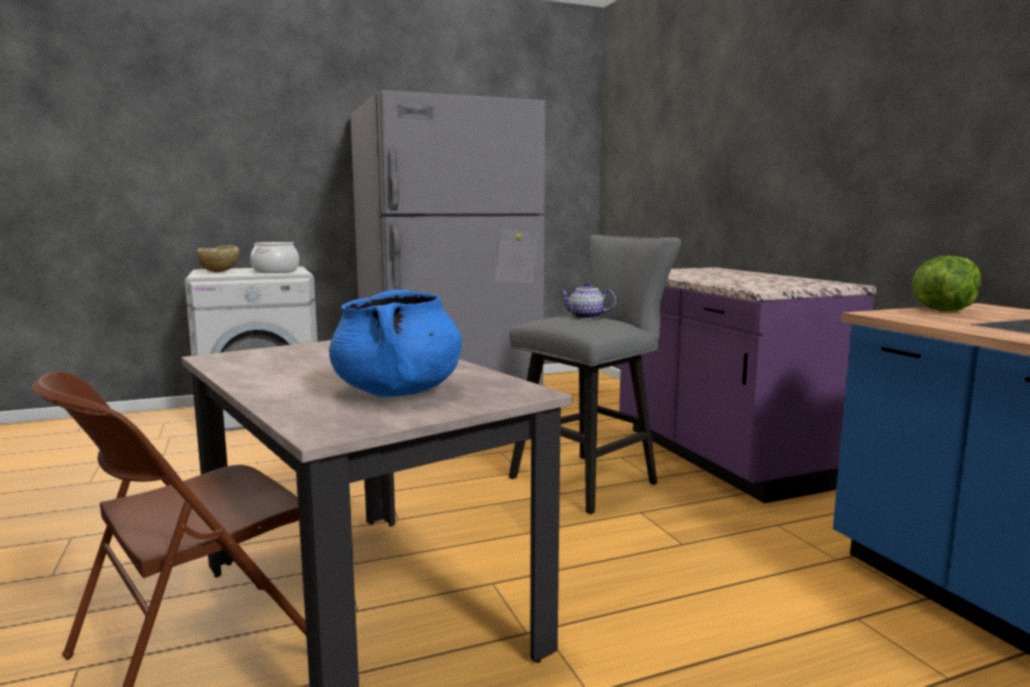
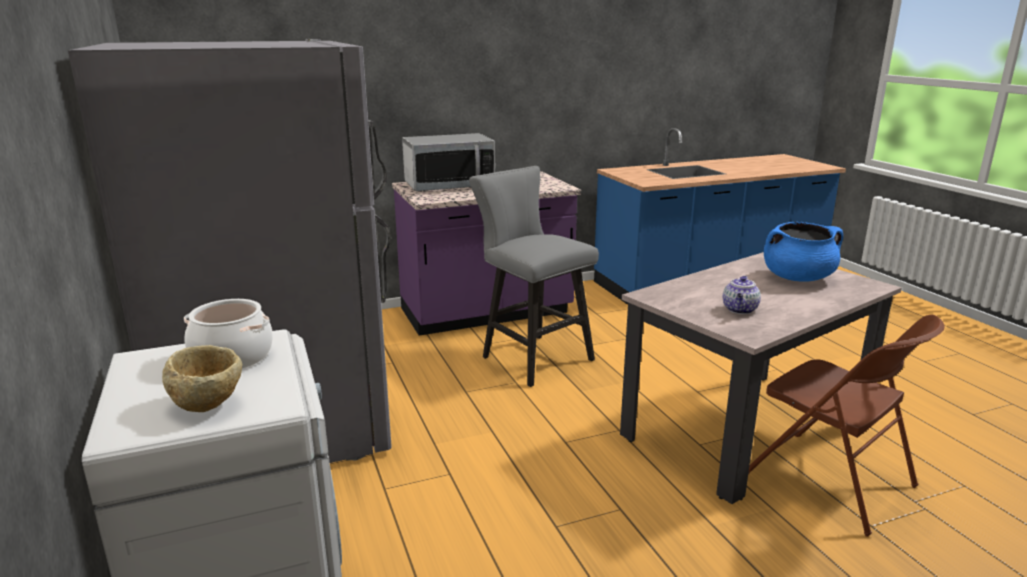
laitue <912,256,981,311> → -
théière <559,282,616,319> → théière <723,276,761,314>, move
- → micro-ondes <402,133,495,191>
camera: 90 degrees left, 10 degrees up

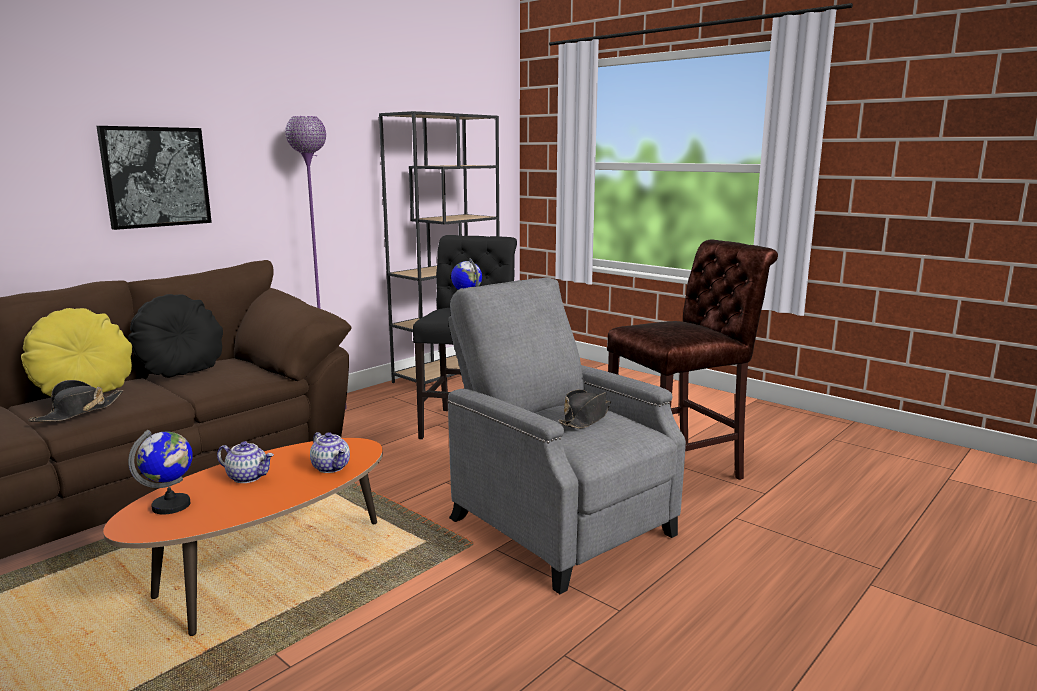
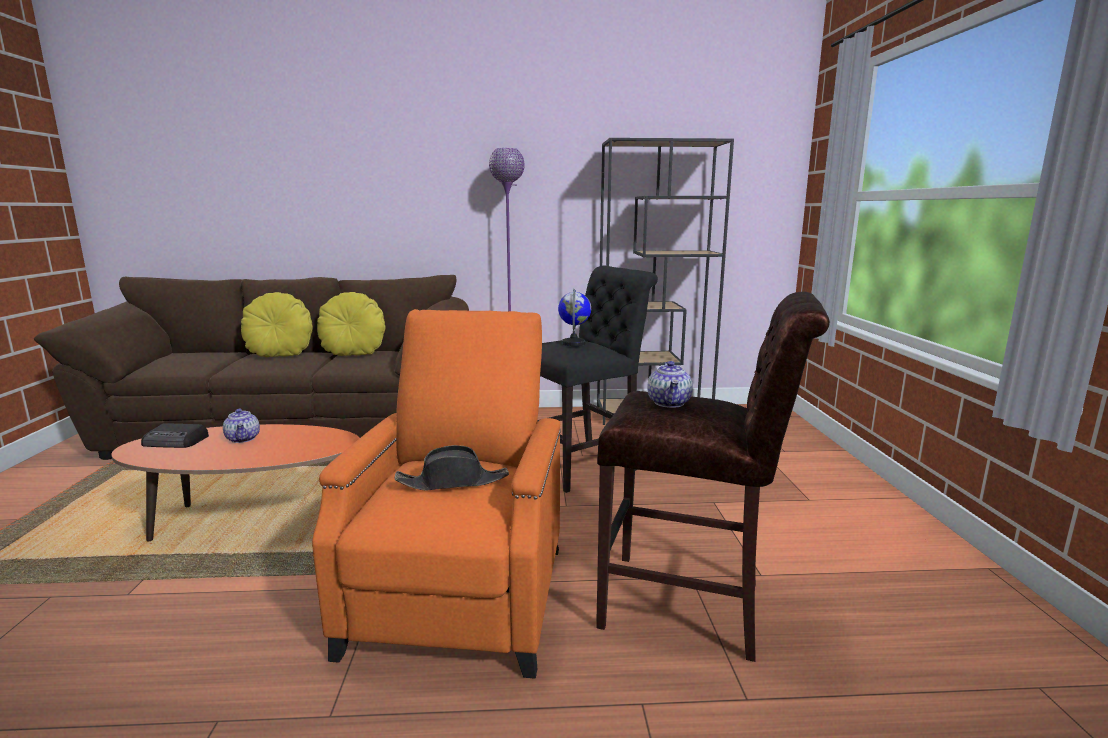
tableau <97,126,212,230> → -
fauteuil (gris) <448,277,686,594> → fauteuil (orange) <312,309,561,679>
coussin (noir) <128,294,223,378> → coussin (jaune) <317,292,385,356>
chapeau (noir) <28,380,123,422> → -
globe <128,430,193,514> → radio <141,423,209,448>
théière <310,432,350,473> → théière <647,361,693,408>, move
camera: 45 degrees right, 0 degrees up

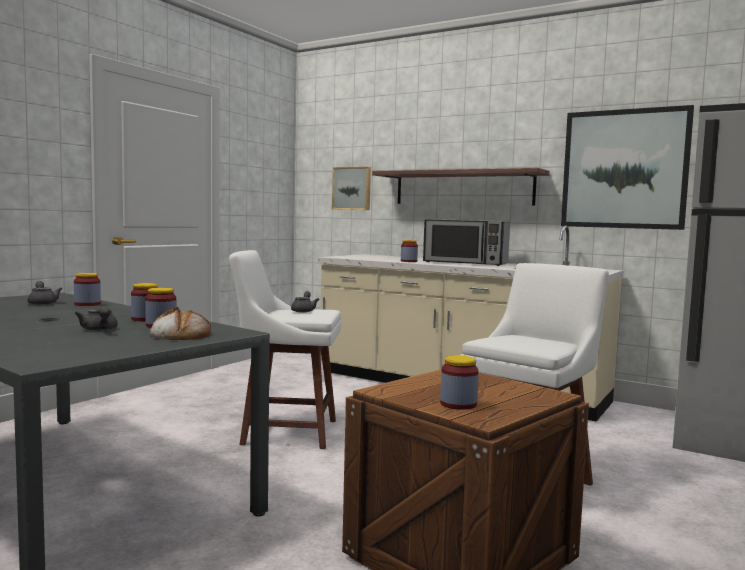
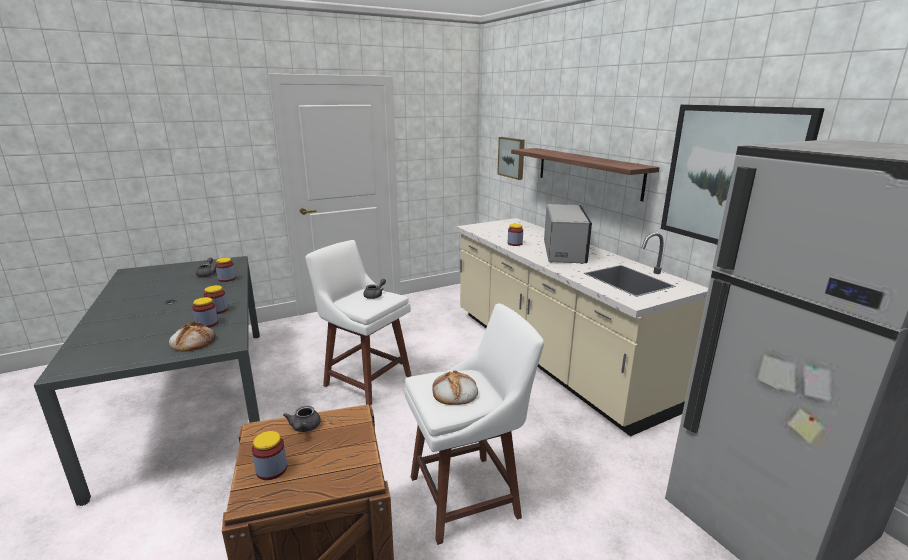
micro-ondes <423,219,510,266> → micro-ondes <544,204,592,264>, 135 degrees counterclockwise
théière (gris) <75,307,118,331> → théière (gris) <283,406,321,432>, move
- → pain <432,371,478,405>
camera: 30 degrees right, 15 degrees up

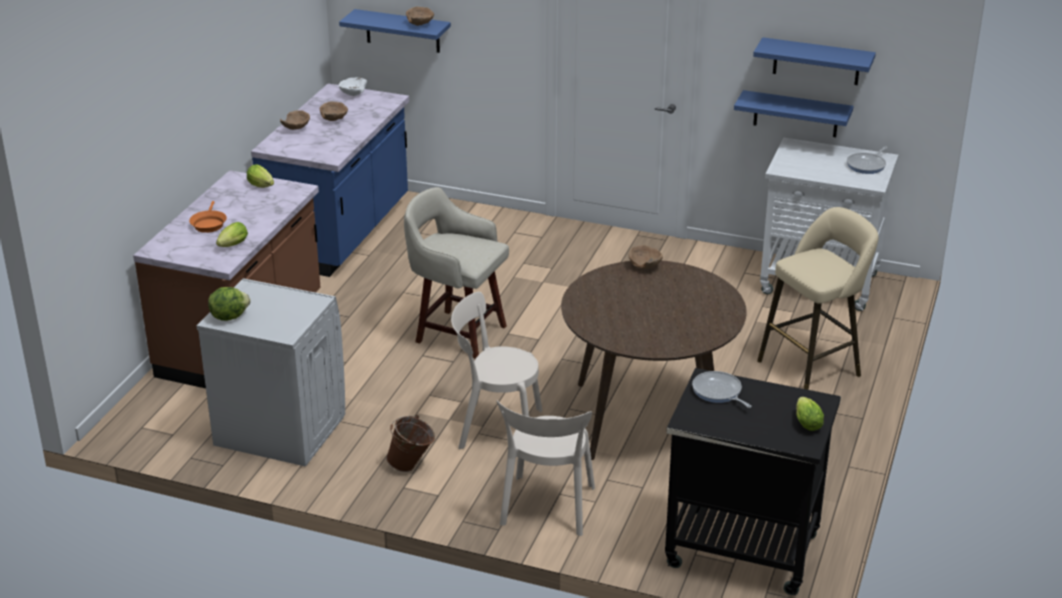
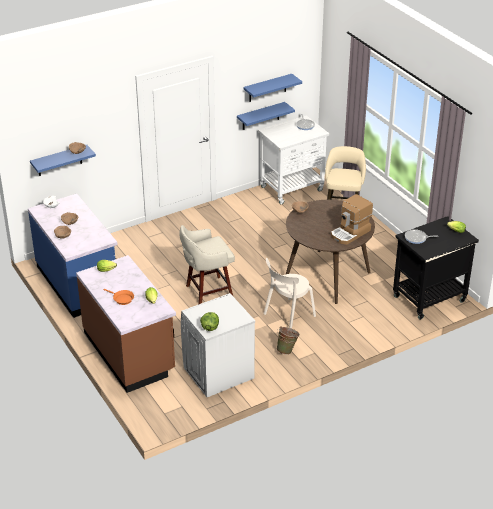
chaise (beige) <496,400,595,536> → -
seau (marron) <386,415,435,472> → seau (vert) <276,326,300,355>
- → machine à café <331,194,373,245>
camera: 50 degrees left, 5 degrees up

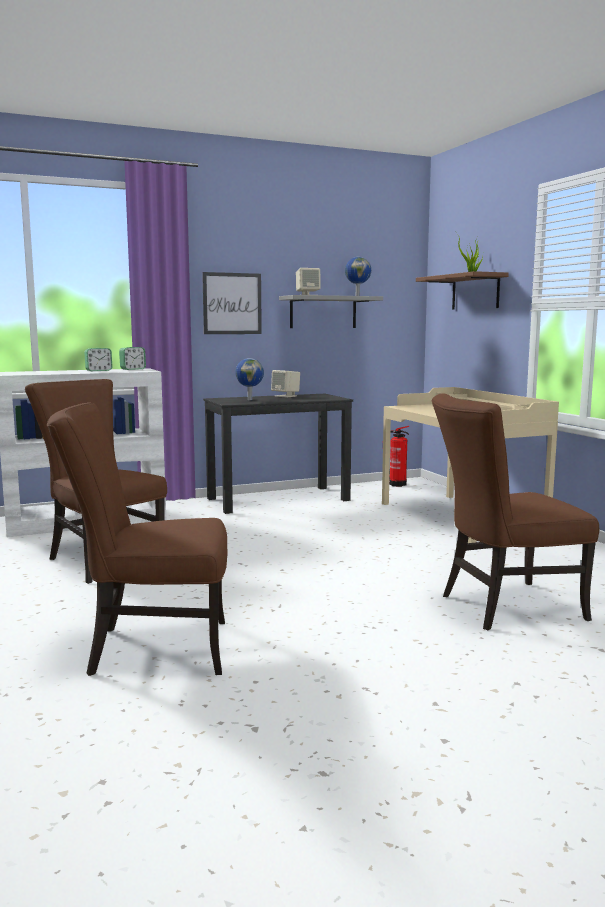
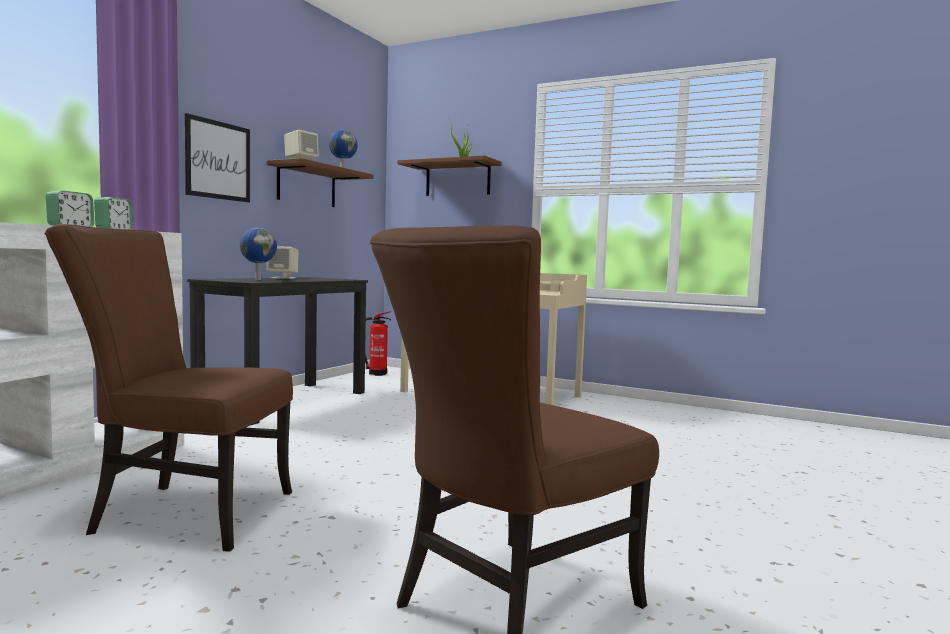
étagère (gris) <279,295,383,328> → étagère (marron) <267,158,374,207>
chaise (marron) <431,393,599,630> → -
camera: 40 degrees left, 5 degrees down

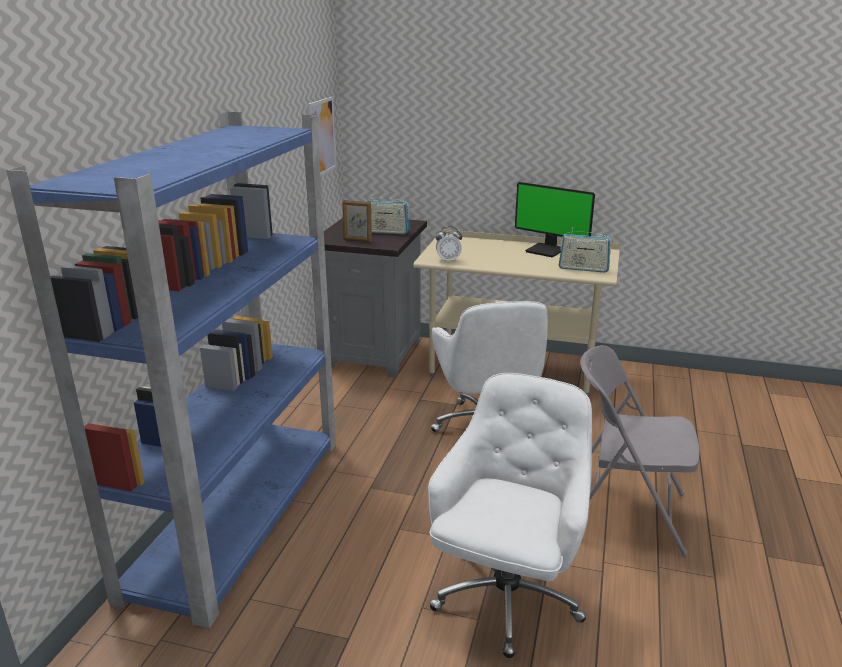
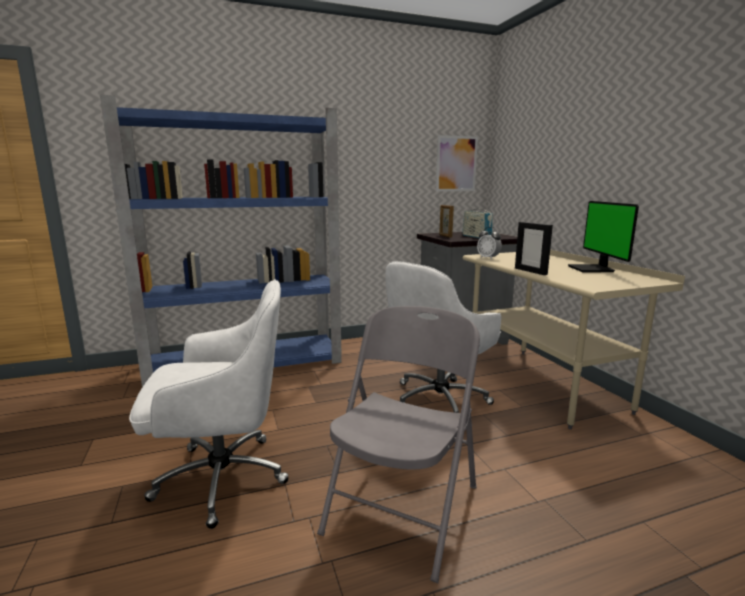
radio <559,228,612,273> → -
chaise (gris) <580,345,700,557> → chaise (gris) <317,306,480,583>, 45 degrees clockwise
- → cadre photo <515,222,553,275>
camera: 55 degrees right, 10 degrees down

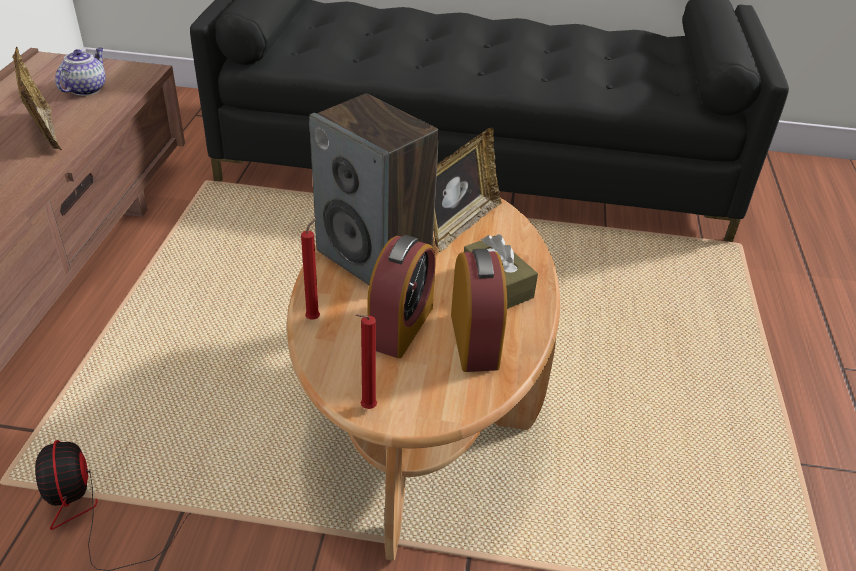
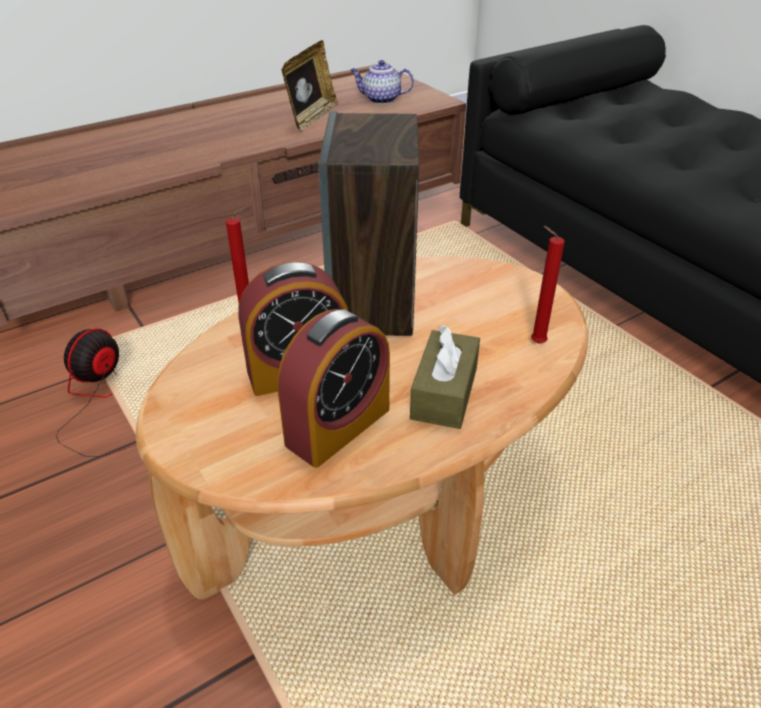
théière <55,47,105,96> → théière <350,60,414,104>, 150 degrees counterclockwise
cadre photo <433,127,502,252> → -
bougie (rouge) <356,314,377,409> → bougie (rouge) <531,226,565,343>, move
camera: 50 degrees right, 0 degrees up

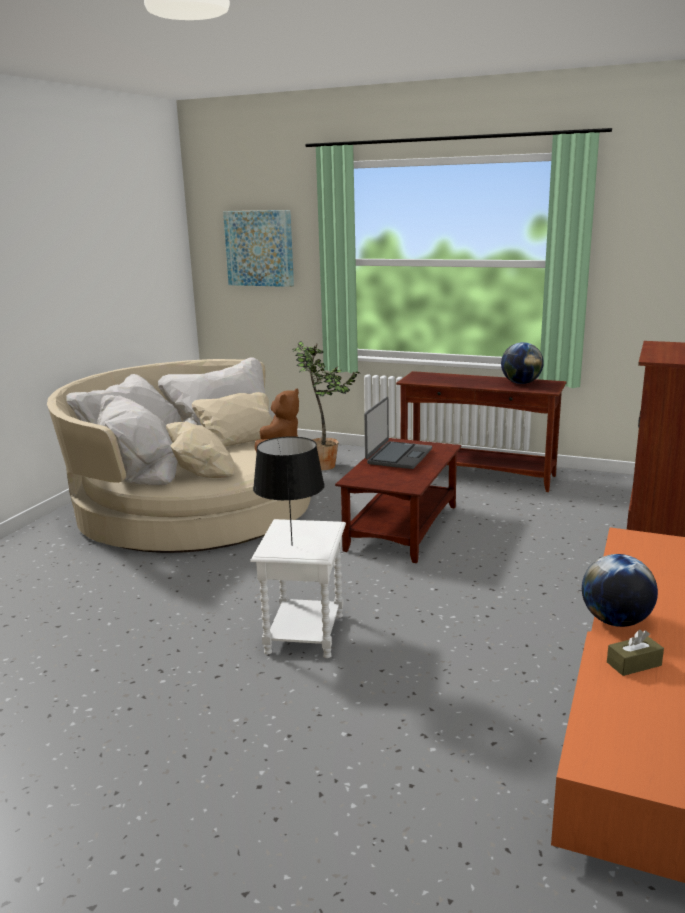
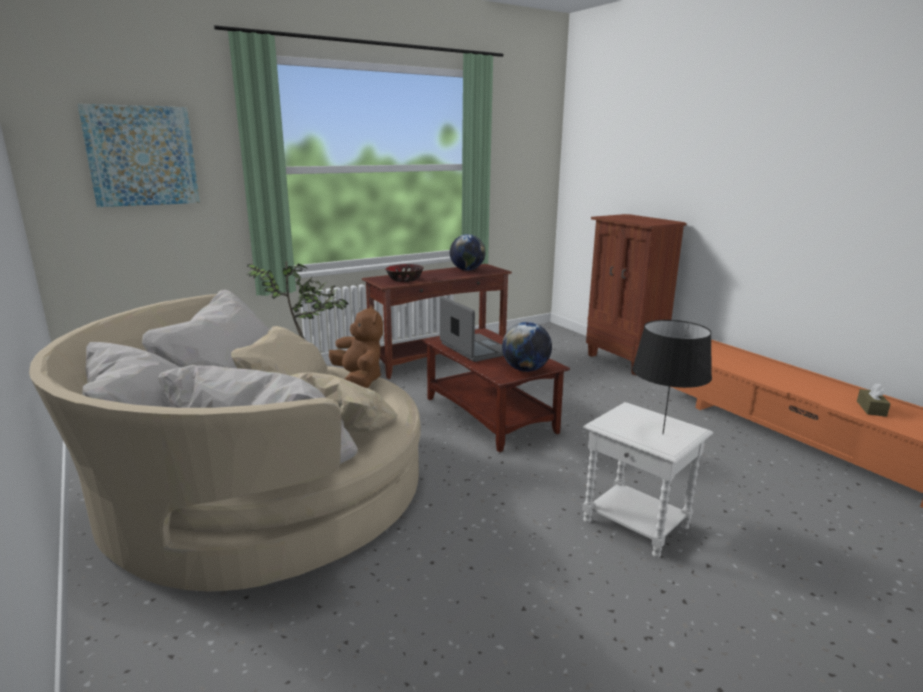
globe <582,554,658,627> → globe <502,322,552,372>, move
- → bol <385,264,424,282>
camera: 55 degrees left, 0 degrees up

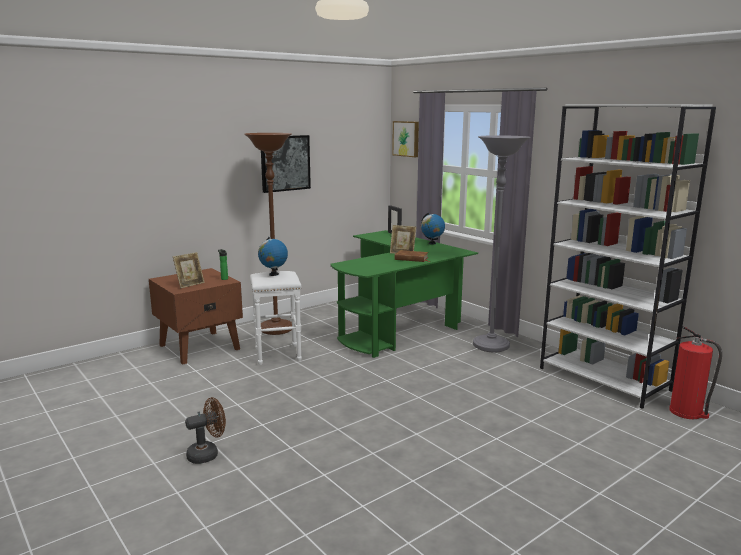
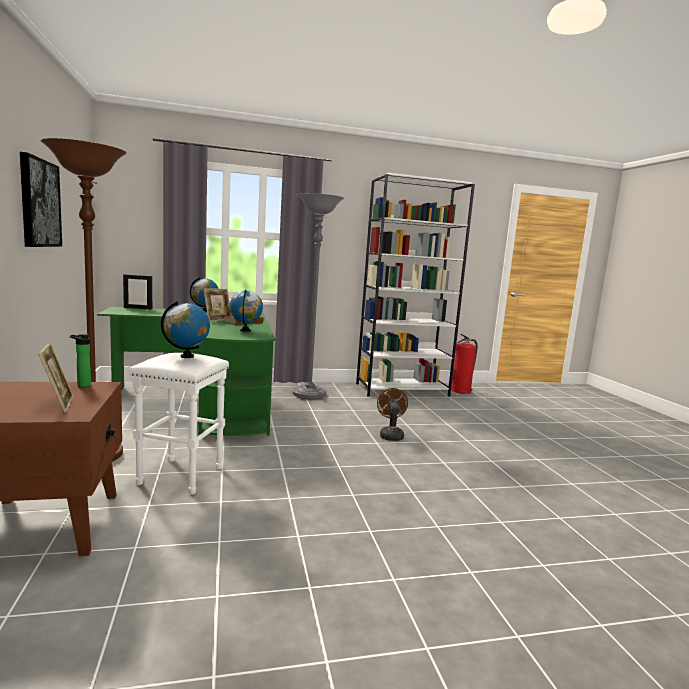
tableau <392,121,419,157> → -
ventilateur (marron) <185,397,226,464> → ventilateur (marron) <377,388,408,441>, move
- → globe <229,290,263,332>
camera: 65 degrees left, 5 degrees down

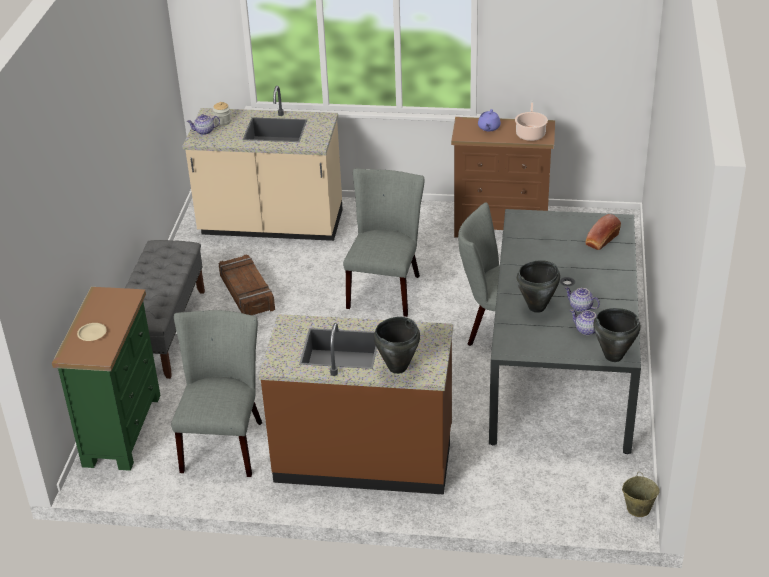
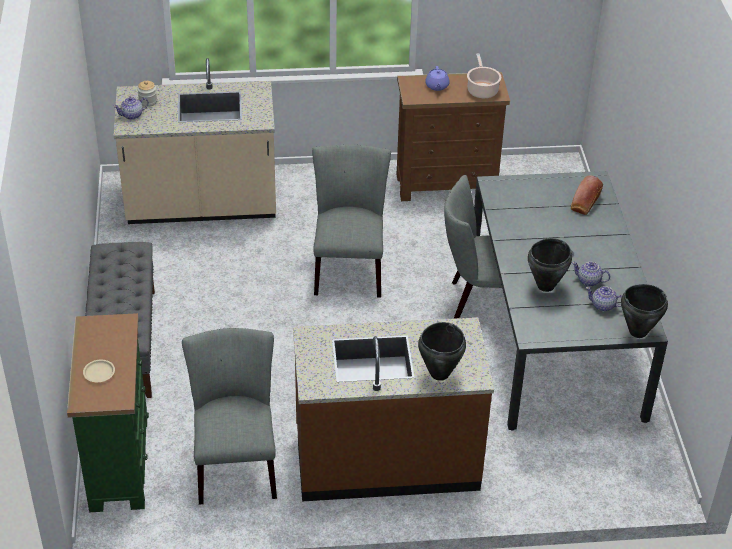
caisse <218,254,275,315> → -
seau (beige) <622,472,660,517> → -
camera: 15 degrees left, 5 degrees up

